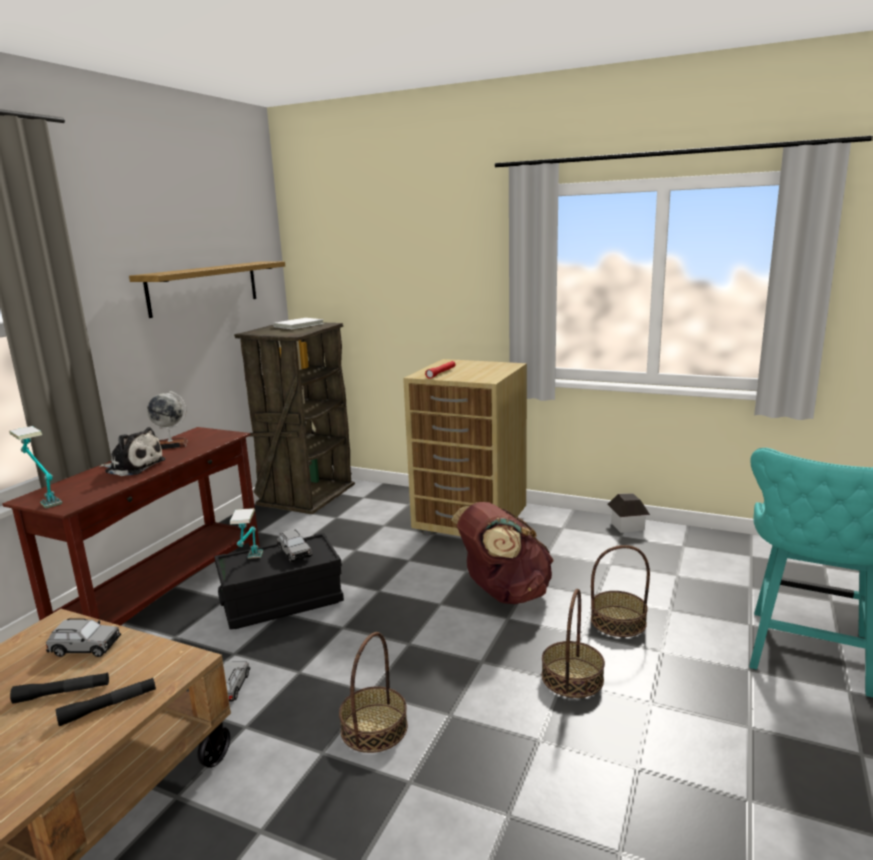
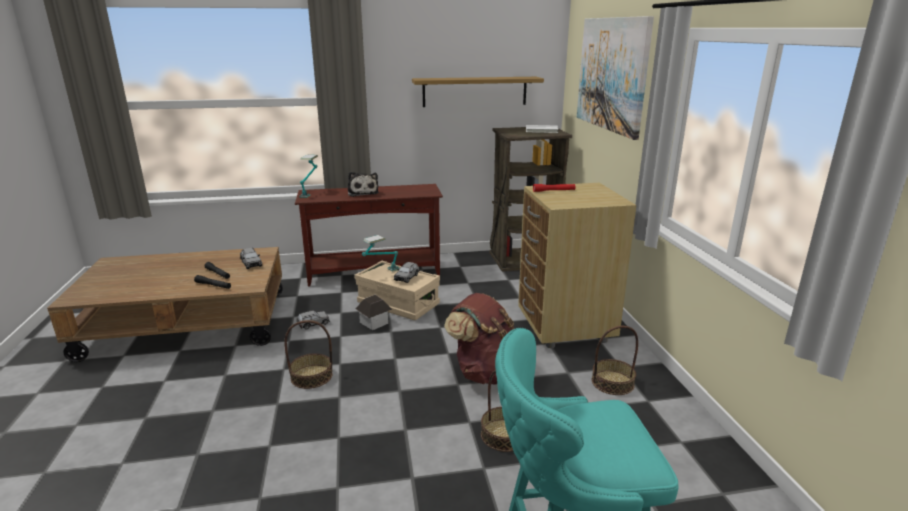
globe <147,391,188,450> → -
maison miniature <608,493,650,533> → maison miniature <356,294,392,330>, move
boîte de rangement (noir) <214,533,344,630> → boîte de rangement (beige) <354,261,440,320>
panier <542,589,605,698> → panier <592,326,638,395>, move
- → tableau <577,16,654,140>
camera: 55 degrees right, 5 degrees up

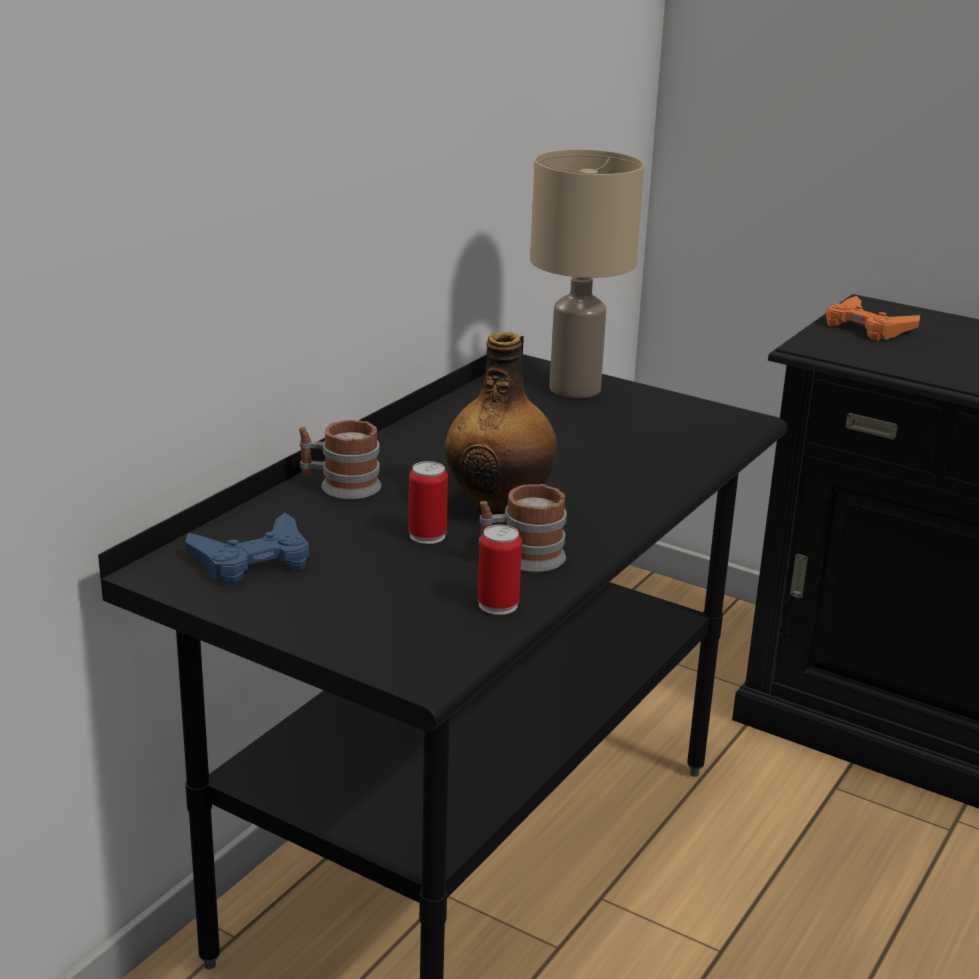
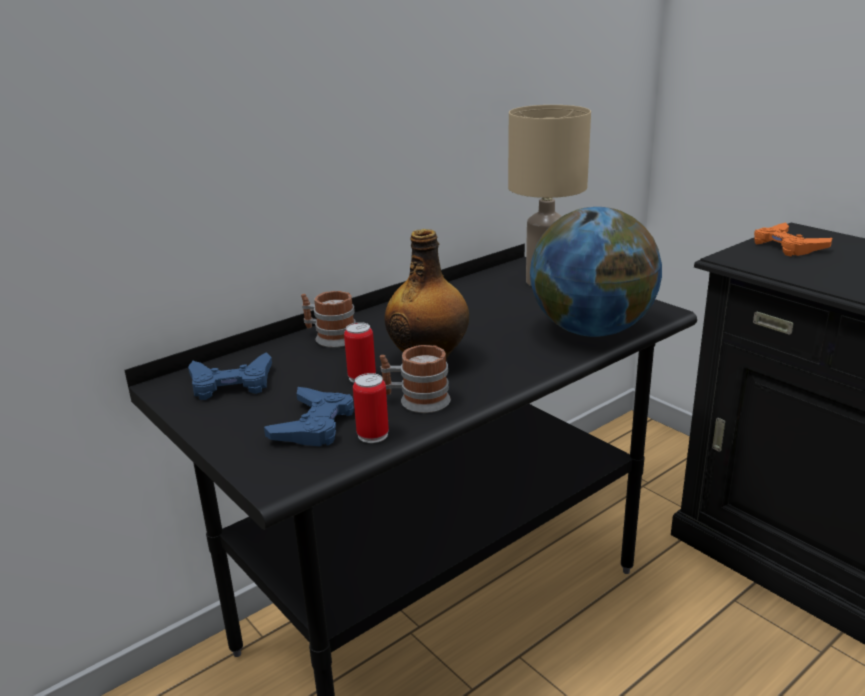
- → globe <530,207,662,337>
- → manette (bleu) <264,387,354,447>
camera: 20 degrees right, 0 degrees up

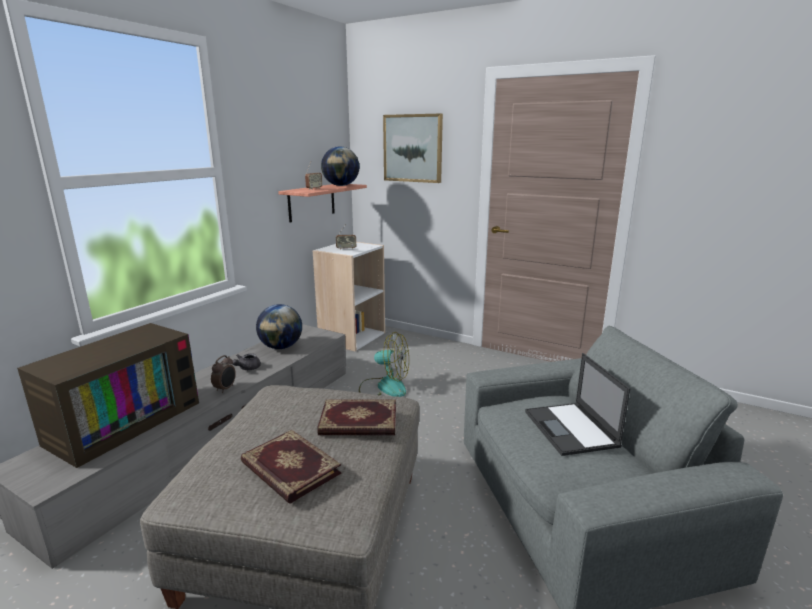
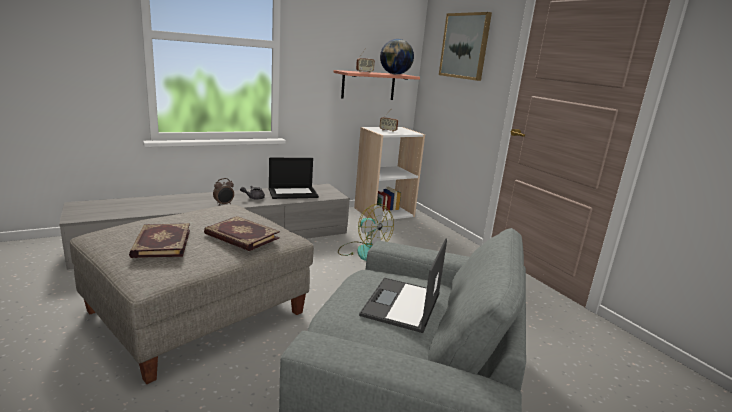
globe <256,304,302,349> → ordinateur portable <269,158,319,199>
téléviseur <17,323,199,468> → -
camera: 30 degrees right, 0 degrees up

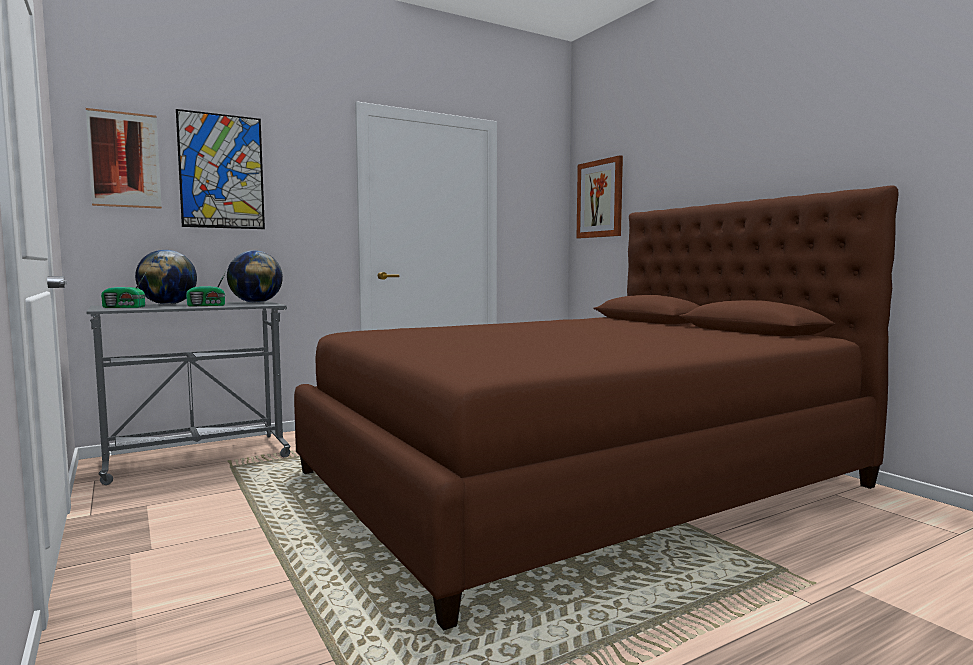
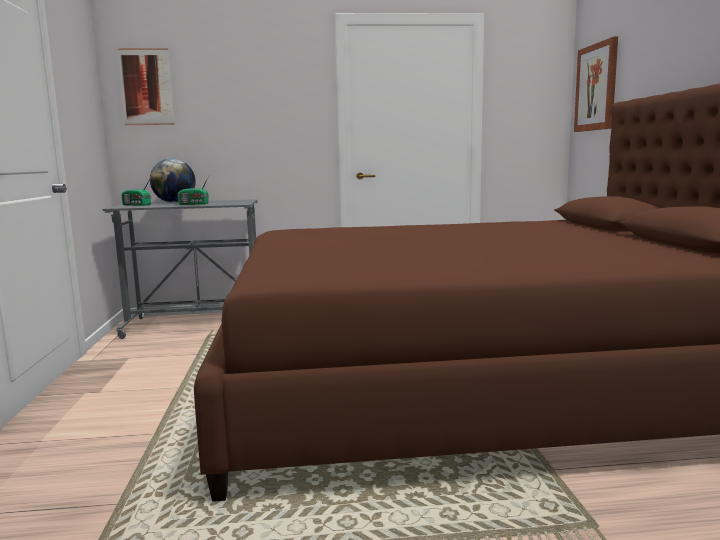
tableau <176,109,265,229> → -
globe <227,250,283,303> → -
camera: 25 degrees right, 5 degrees up

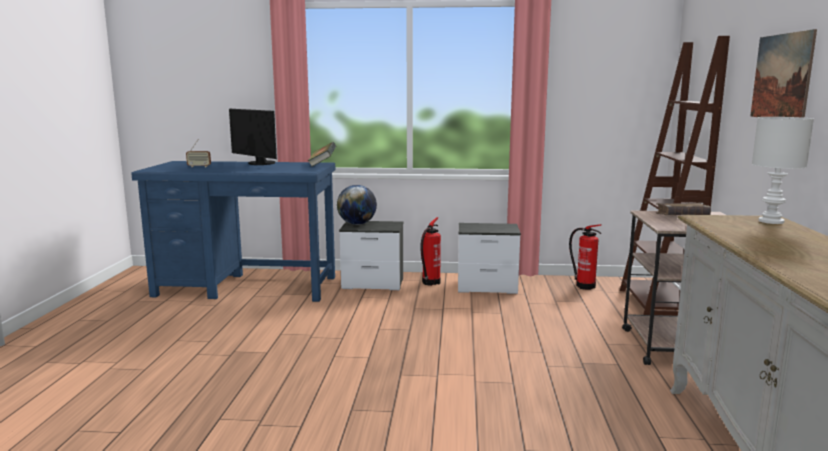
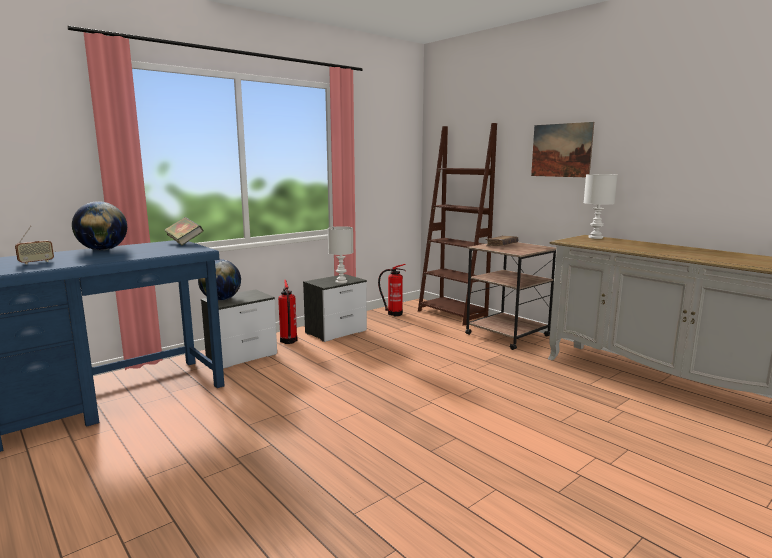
écran d'ordinateur <229,109,277,165> → globe <72,201,127,250>
- → lampe de table (blanc) <328,226,353,284>
camera: 45 degrees left, 0 degrees up

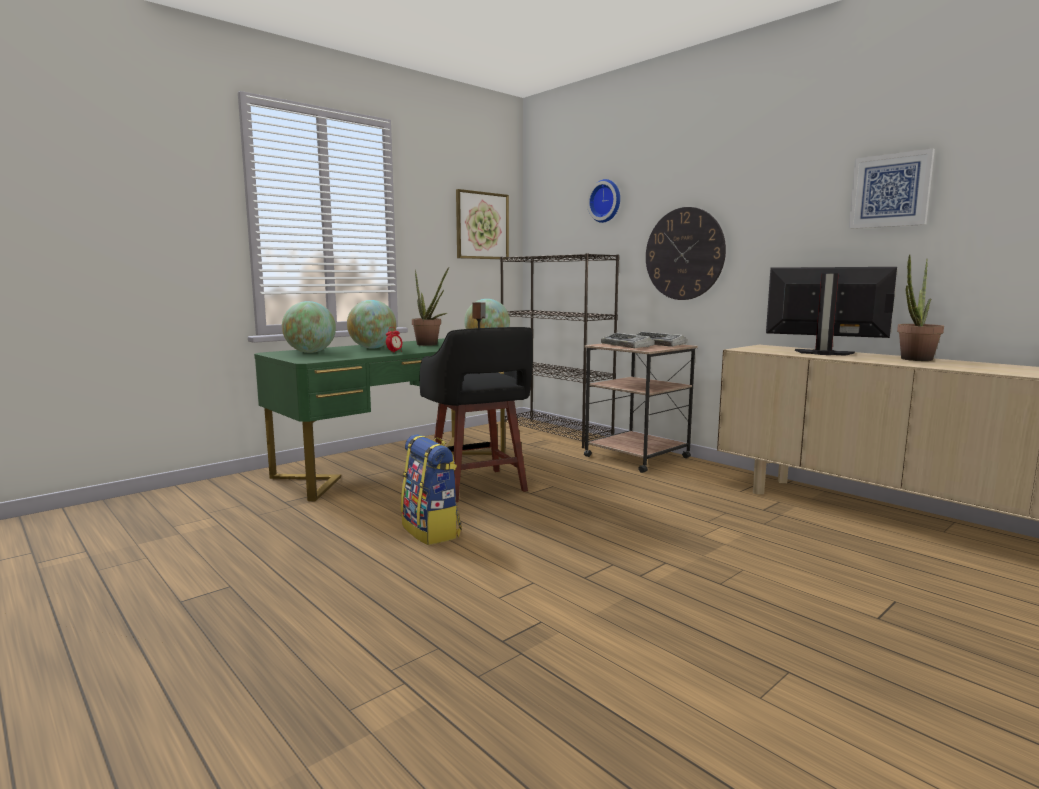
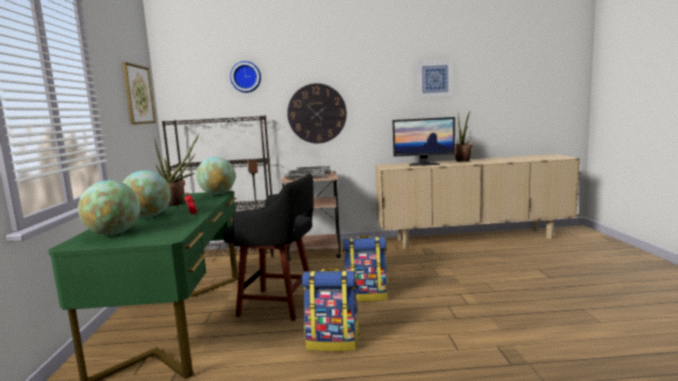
écran d'ordinateur <766,267,897,356> → écran d'ordinateur <393,117,455,166>, 150 degrees counterclockwise
- → sac à dos <343,236,388,302>
camera: 50 degrees left, 0 degrees up

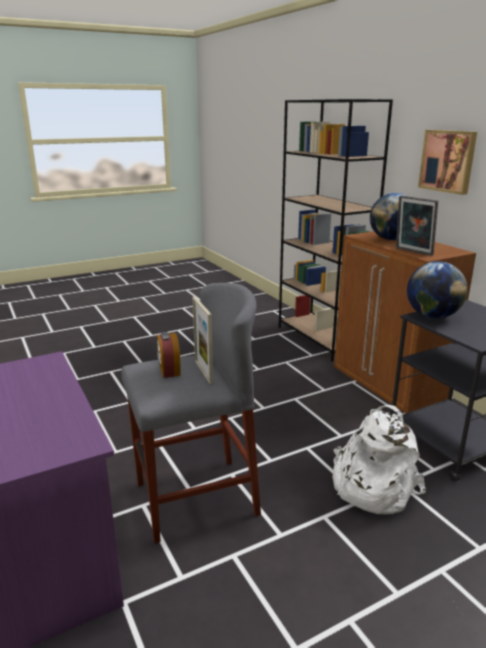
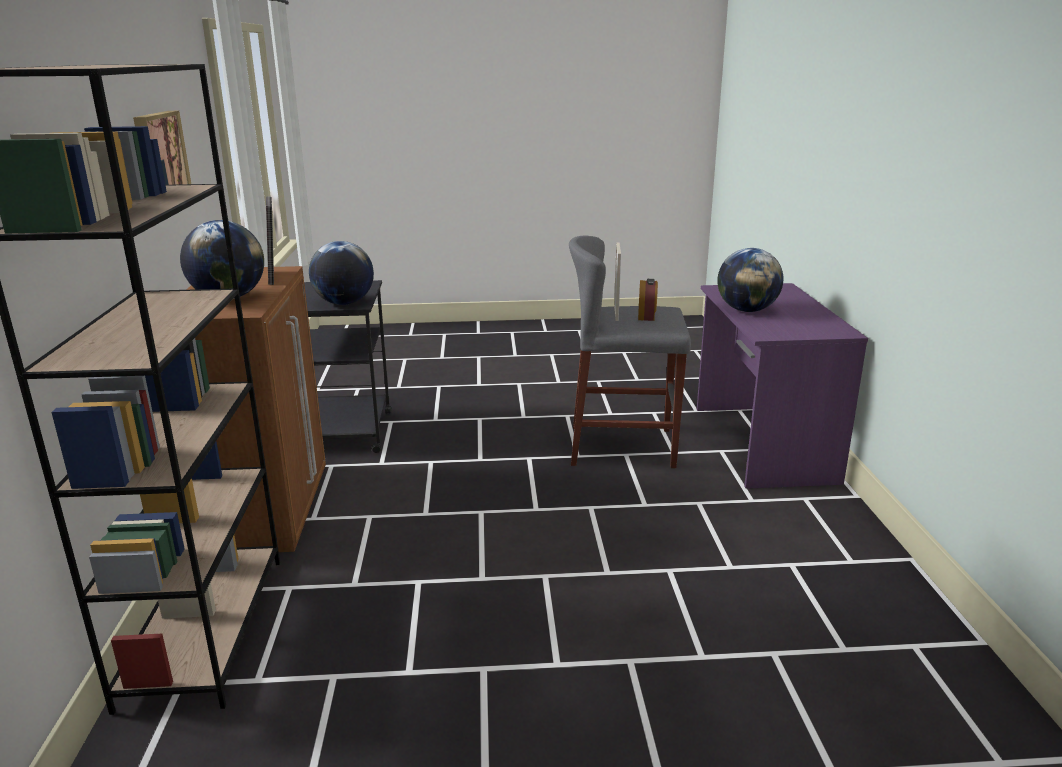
sac à dos (blanc) <333,405,426,514> → -
- → globe <717,248,783,312>
camera: 155 degrees left, 0 degrees up

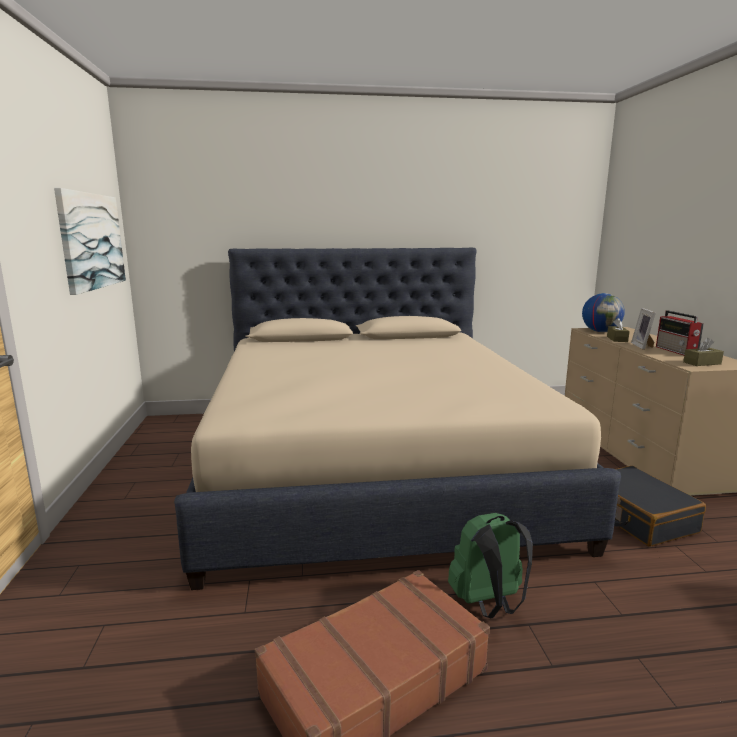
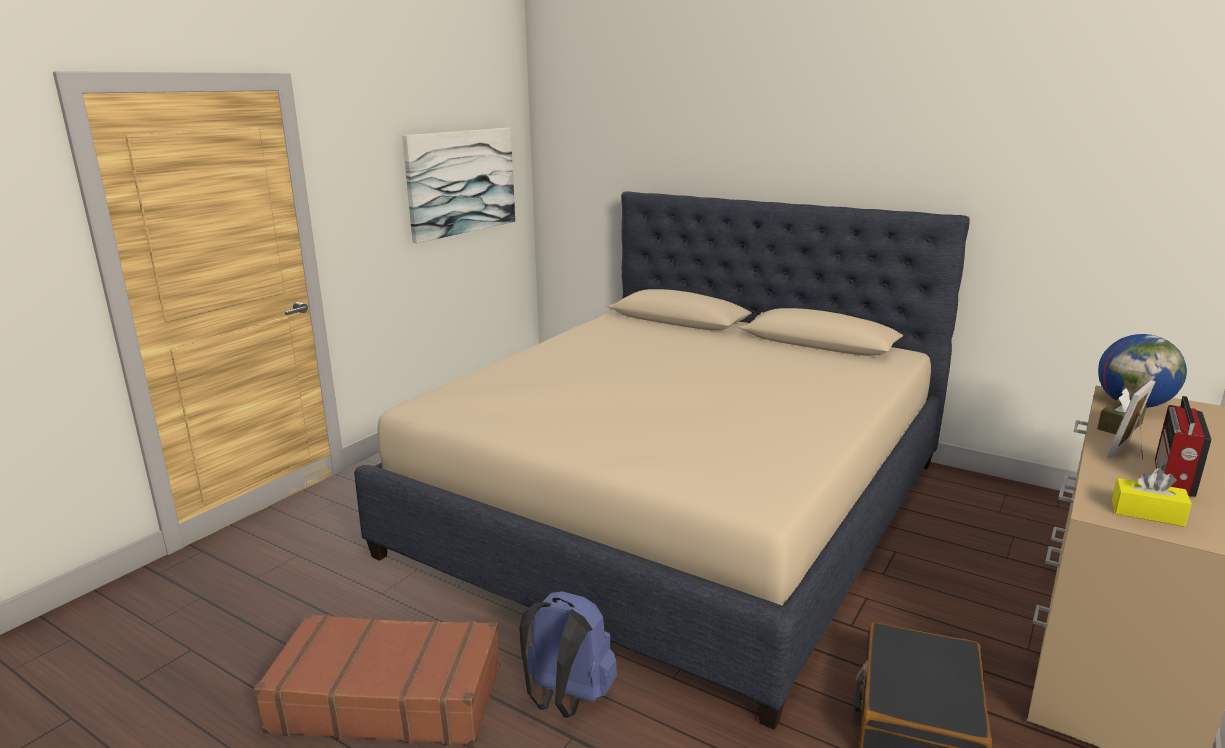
boîte à mouchoirs (marron) <683,338,724,366> → boîte à mouchoirs (jaune) <1112,468,1192,527>
sac à dos (vert) <448,513,533,618> → sac à dos (bleu) <519,591,617,718>
camera: 40 degrees right, 5 degrees up

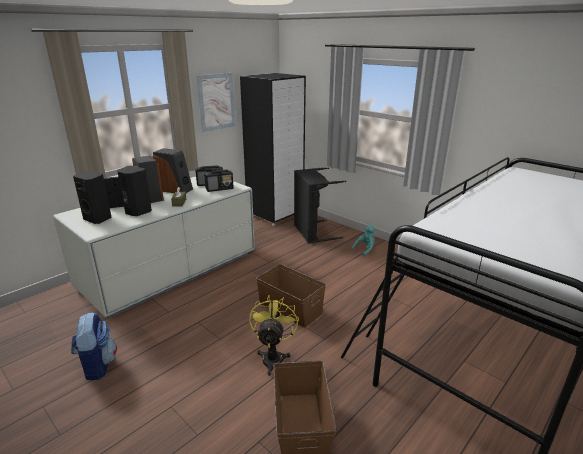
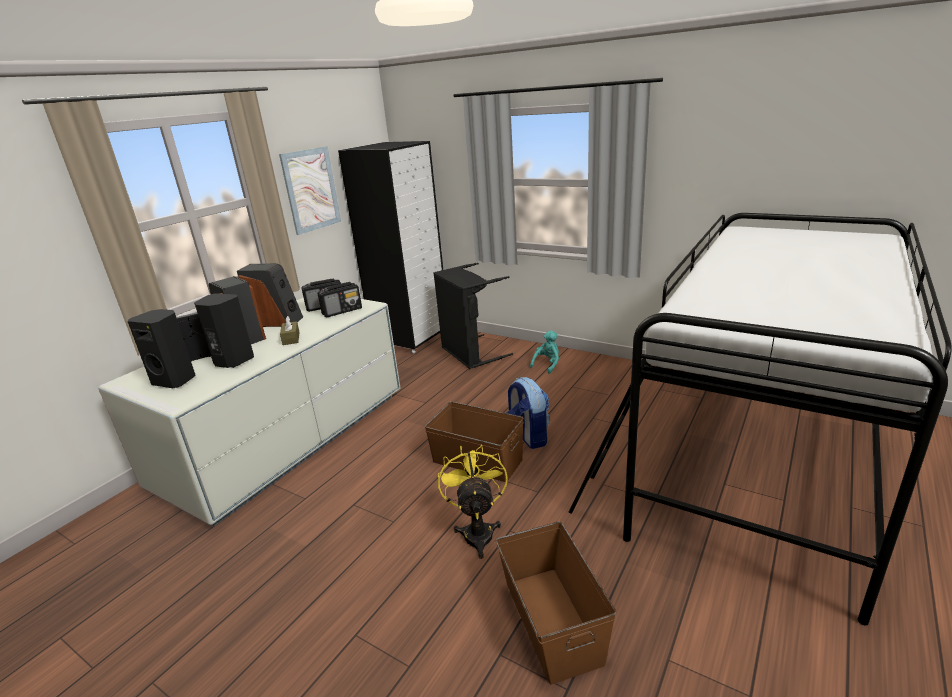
sac à dos <71,313,117,380> → sac à dos <506,377,549,449>, move
camera: 10 degrees left, 0 degrees up

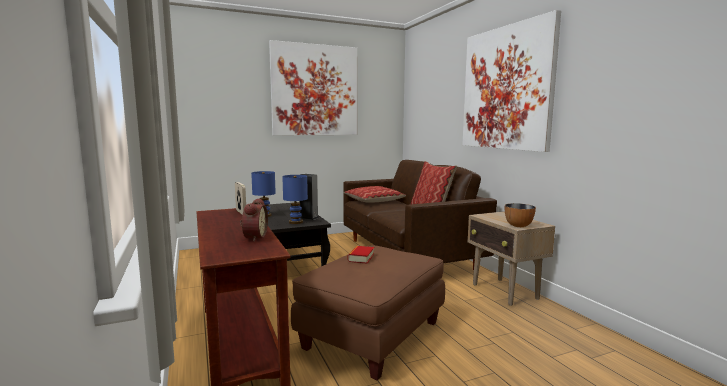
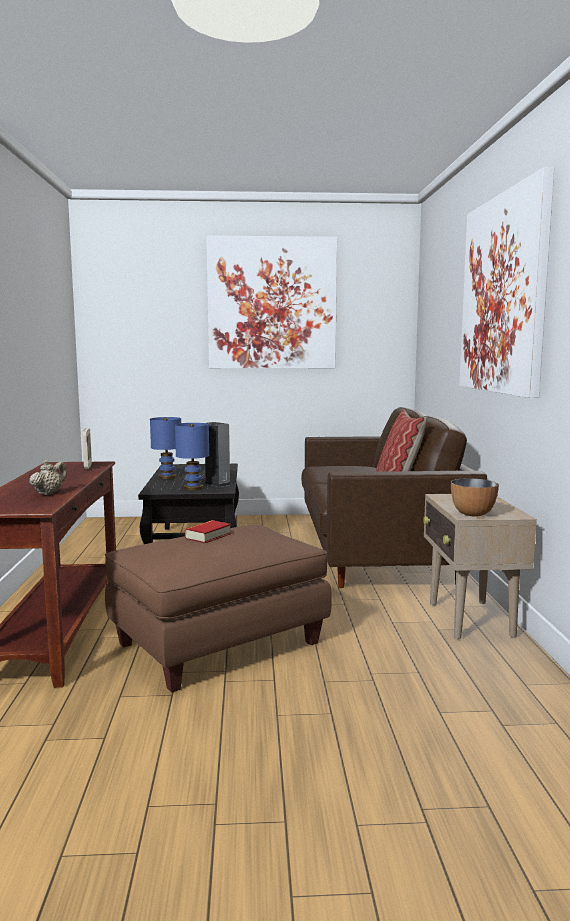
coussin <344,186,406,203> → -
réveil <240,198,268,242> → théière (beige) <30,460,67,495>
camera: 20 degrees right, 0 degrees up

